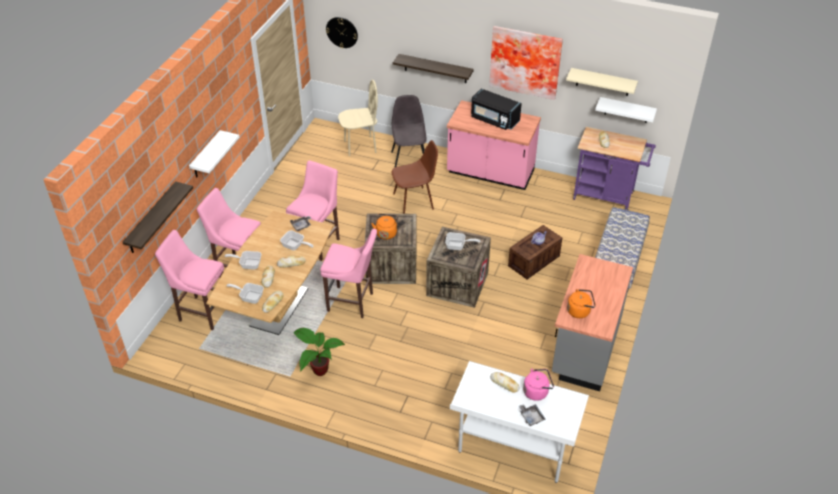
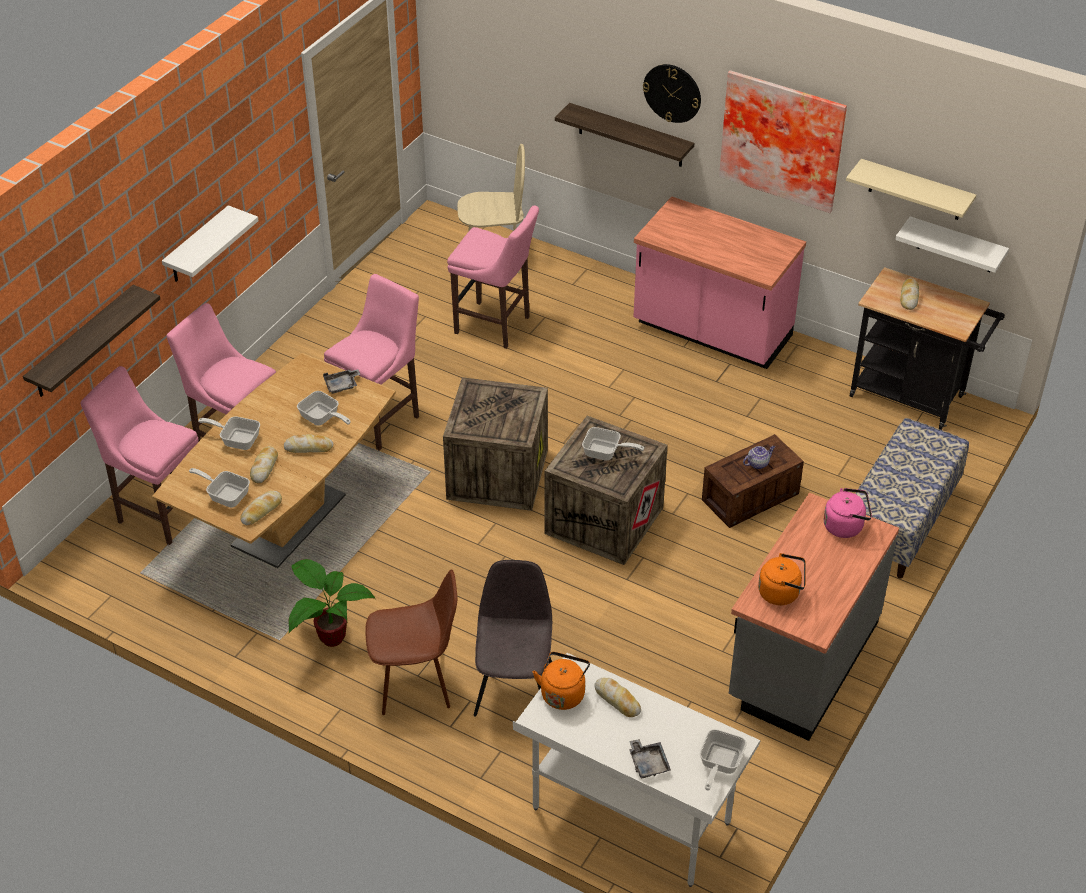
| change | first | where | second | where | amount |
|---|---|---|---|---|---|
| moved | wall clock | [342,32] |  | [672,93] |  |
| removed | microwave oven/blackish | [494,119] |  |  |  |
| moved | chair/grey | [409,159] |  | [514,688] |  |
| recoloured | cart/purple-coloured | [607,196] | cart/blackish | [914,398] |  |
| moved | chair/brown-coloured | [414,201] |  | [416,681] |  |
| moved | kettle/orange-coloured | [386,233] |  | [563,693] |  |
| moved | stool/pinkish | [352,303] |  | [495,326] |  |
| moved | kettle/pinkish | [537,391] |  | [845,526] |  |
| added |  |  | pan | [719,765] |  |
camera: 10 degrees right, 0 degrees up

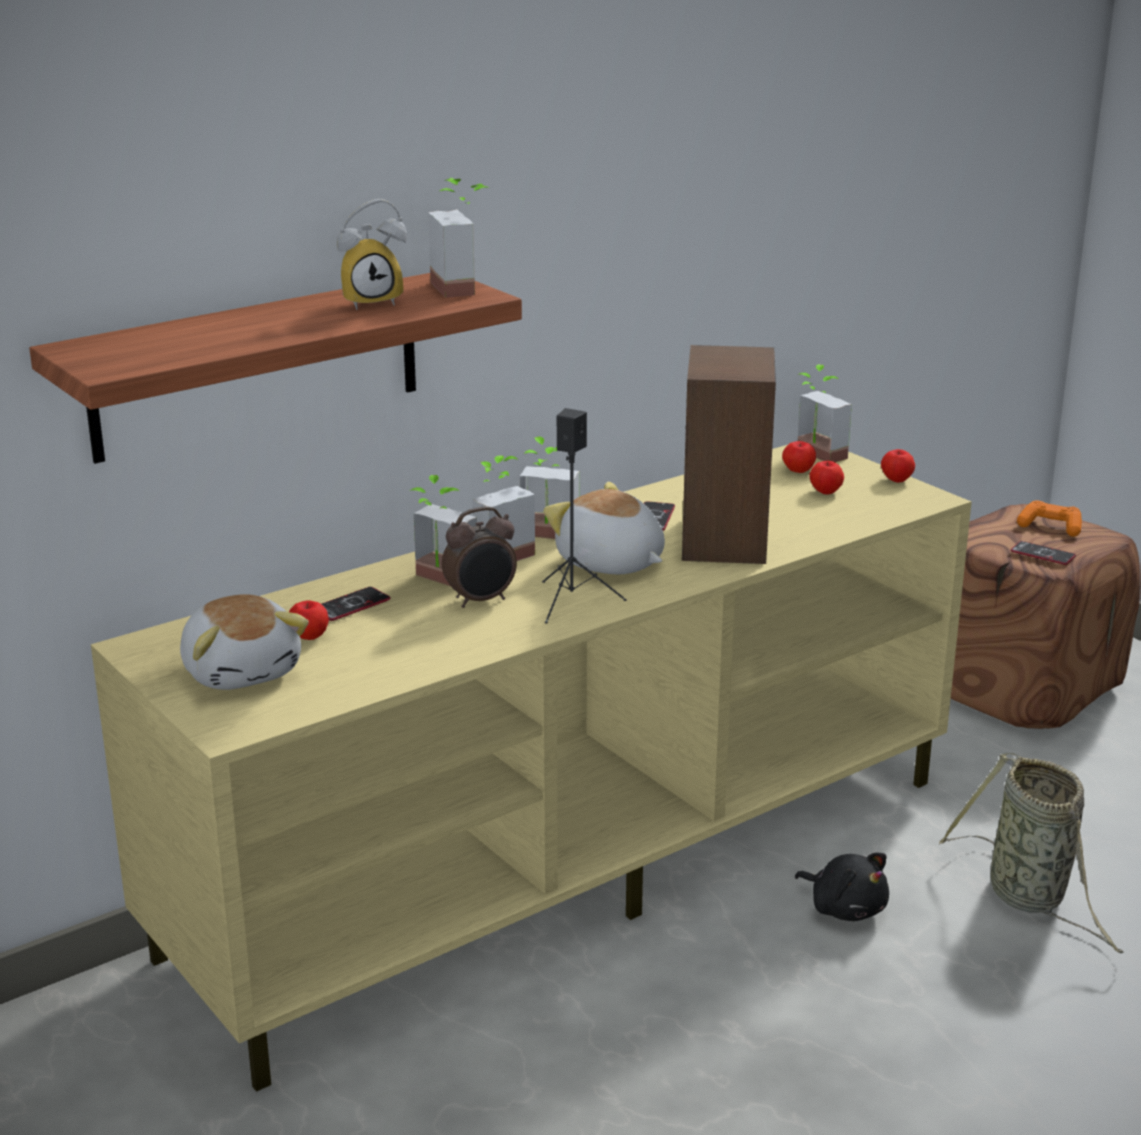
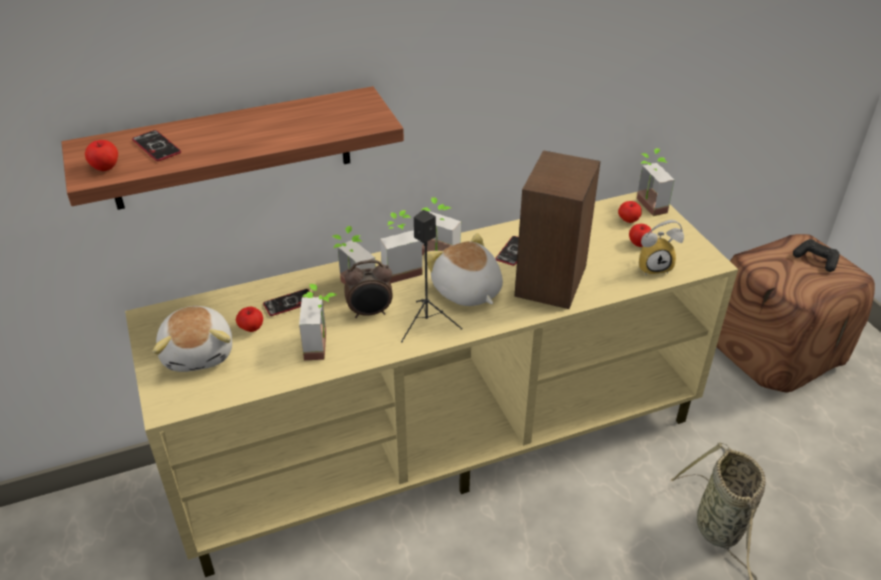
| change | first | where | second | where | amount |
|---|---|---|---|---|---|
| moved | plant in a pot | [465,287] |  | [324,345] |  |
| moved | alarm clock | [372,301] |  | [654,266] |  |
| moved | apple fruit | [896,480] |  | [105,167] |  |
| recoloured | game controller/orange-coloured | [1050,527] | game controller/blackish | [816,260] |  |
| moved | telephone | [1042,554] |  | [156,146] |  |
| removed | plush toy/blackish | [845,908] |  |  |  |
camera: 15 degrees right, 15 degrees up

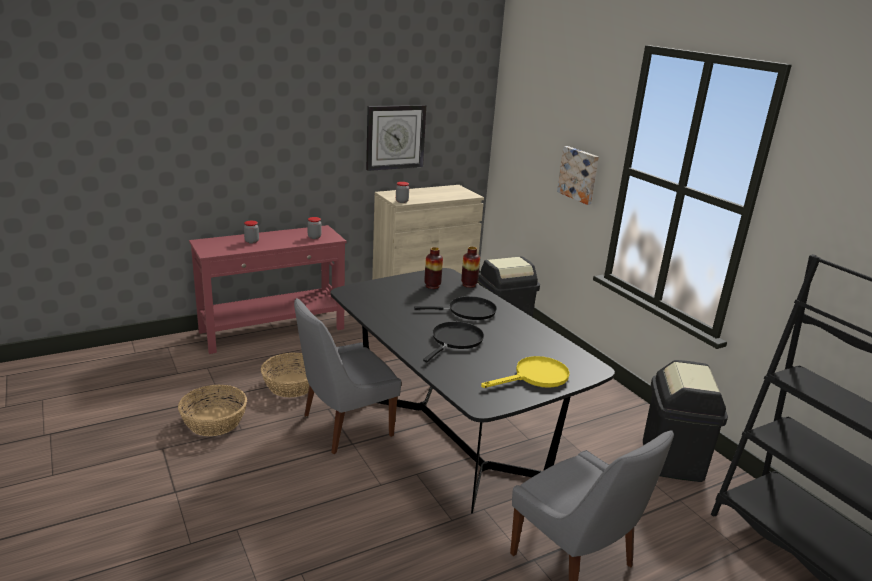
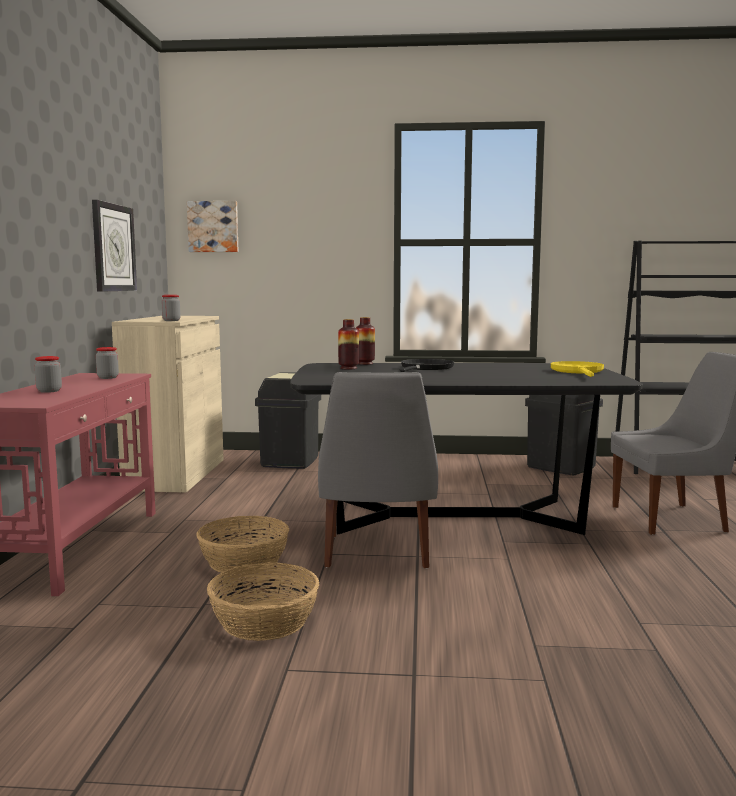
| change | first | where | second | where | amount |
|---|---|---|---|---|---|
| moved | picture | [579,174] |  | [213,227] |  |
| removed | pan/blackish | [455,340] |  |  |  |
camera: 55 degrees left, 15 degrees down

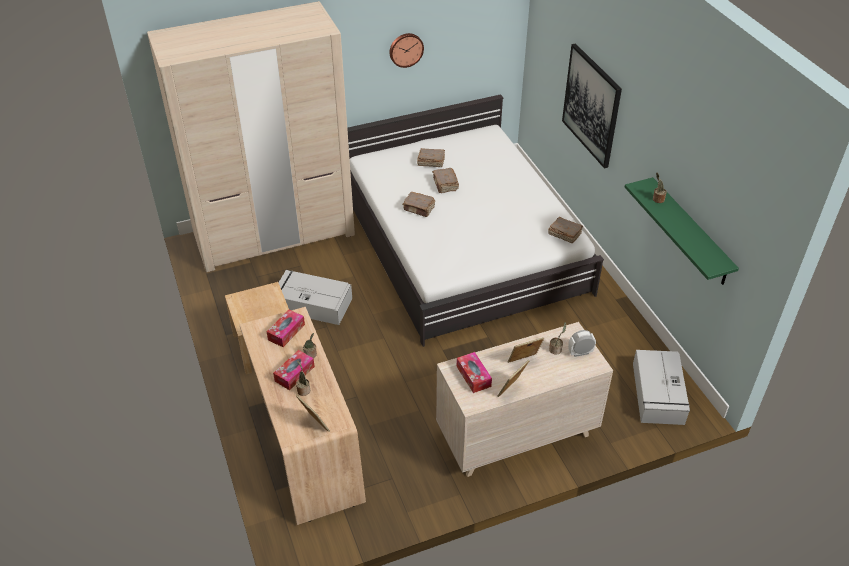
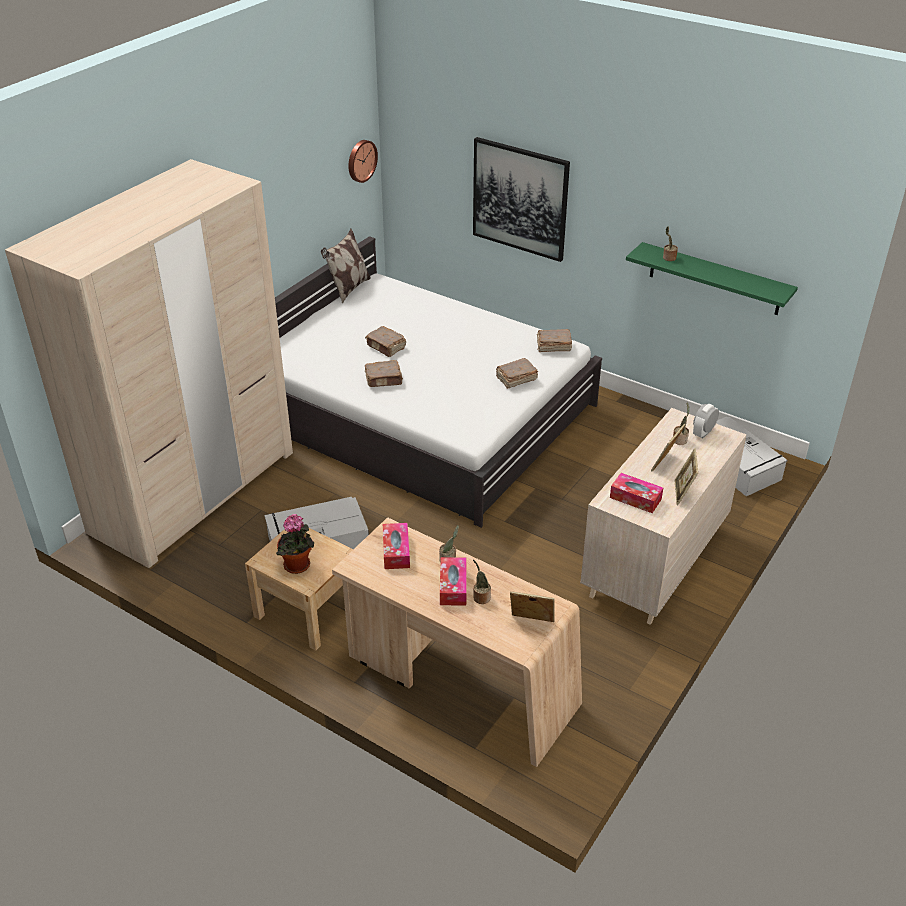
| change | first | where | second | where | amount |
|---|---|---|---|---|---|
| moved | wall clock | [406,49] |  | [361,160] |  |
| moved | book/brown-coloured | [430,162] |  | [516,379] |  |
| added |  |  | cushion | [348,289] |  |
| added |  |  | plant in a pot | [298,567] |  |
camera: 35 degrees left, 5 degrees down

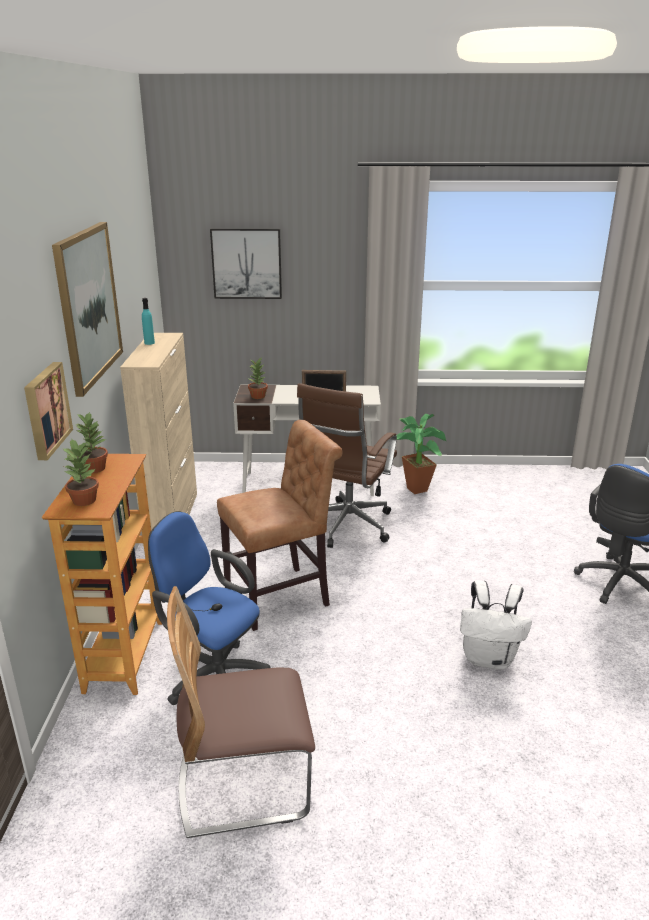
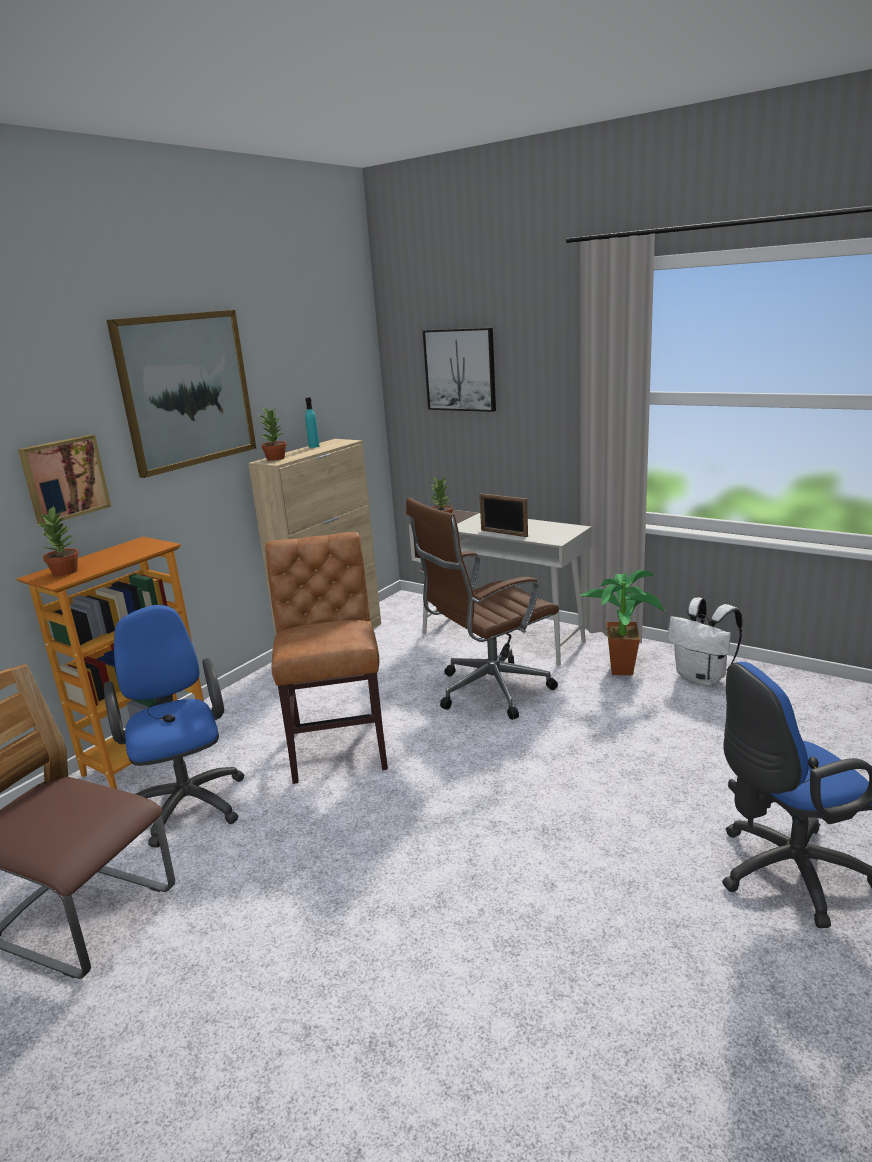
| change | first | where | second | where | amount |
|---|---|---|---|---|---|
| moved | plant in a pot | [94,468] |  | [276,458] |  |
| turned | chair/brown-coloured | [282,596] |  | [338,744] | 105 degrees counterclockwise |
| moved | knapsack/whitish | [489,658] |  | [702,678] |  |
camera: 35 degrees right, 5 degrees down

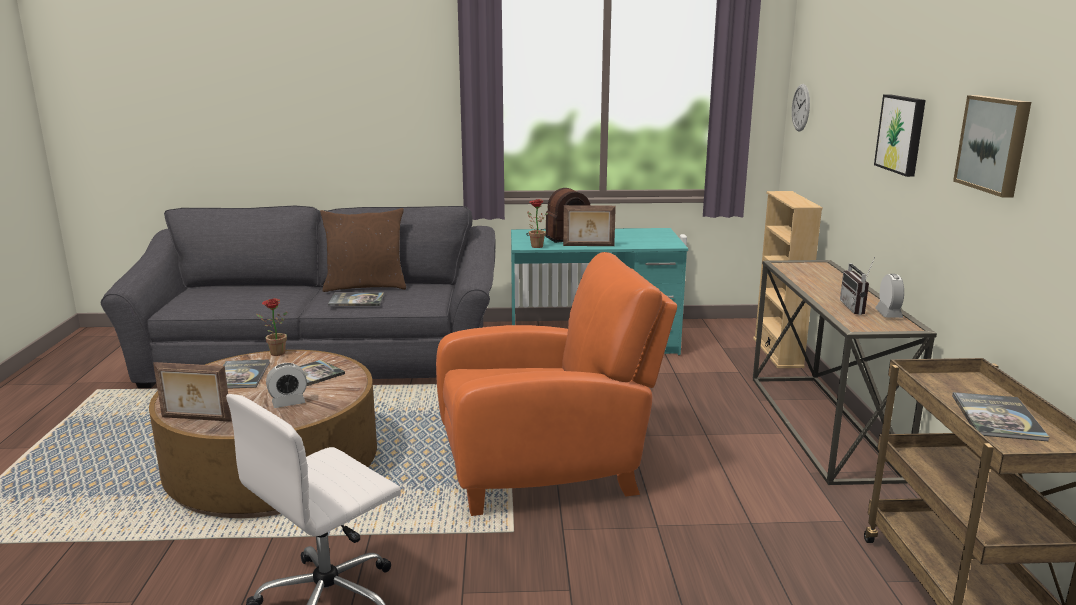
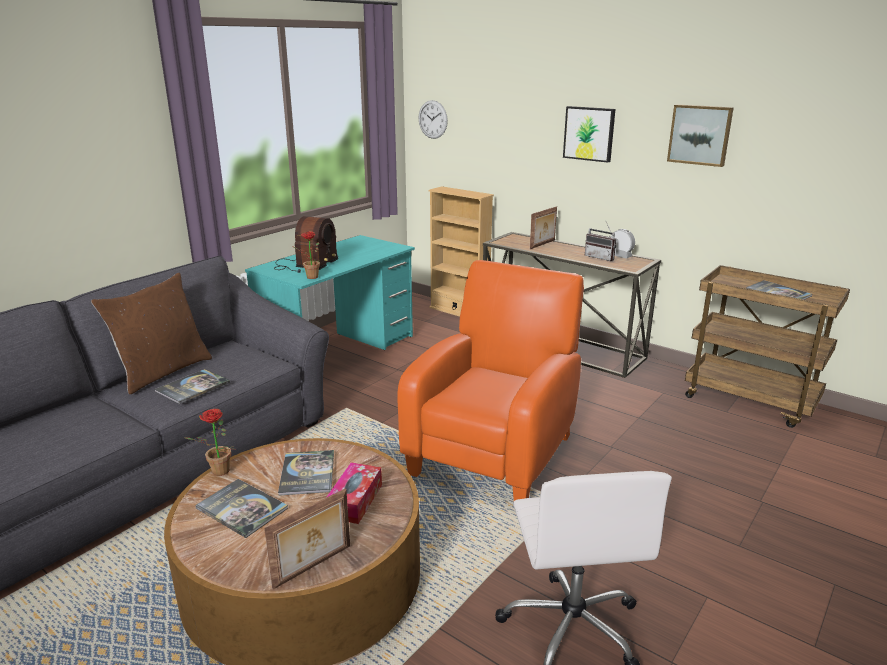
| change | first | where | second | where | amount |
|---|---|---|---|---|---|
| moved | picture frame | [588,246] |  | [543,244] |  |
| replaced | alarm clock | [288,403] | box of tissues | [355,500] |  |
camera: 50 degrees left, 5 degrees up

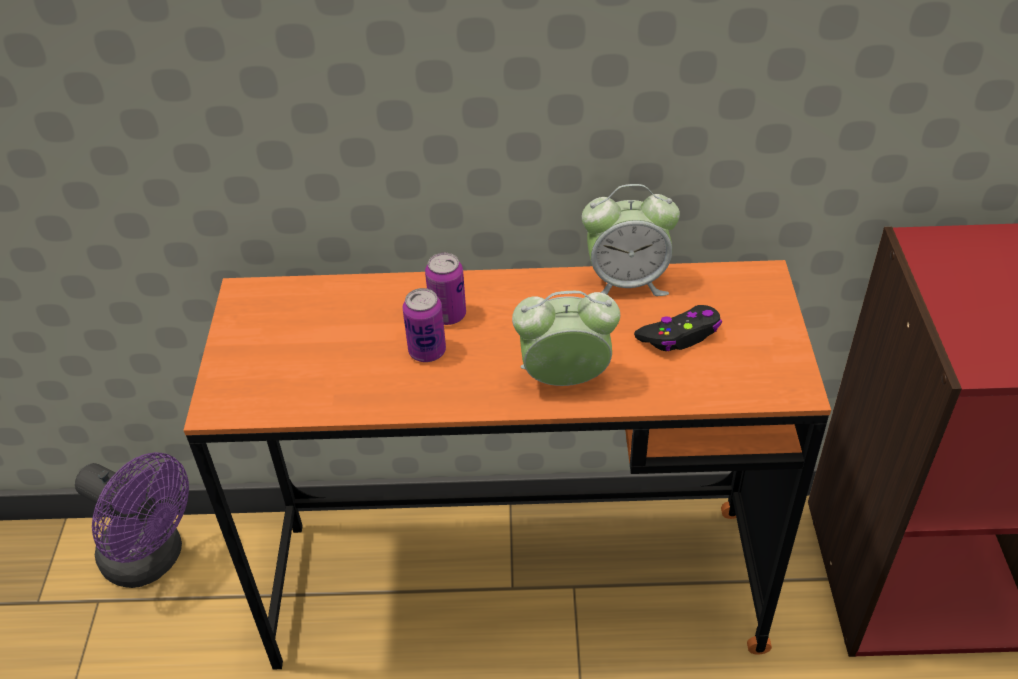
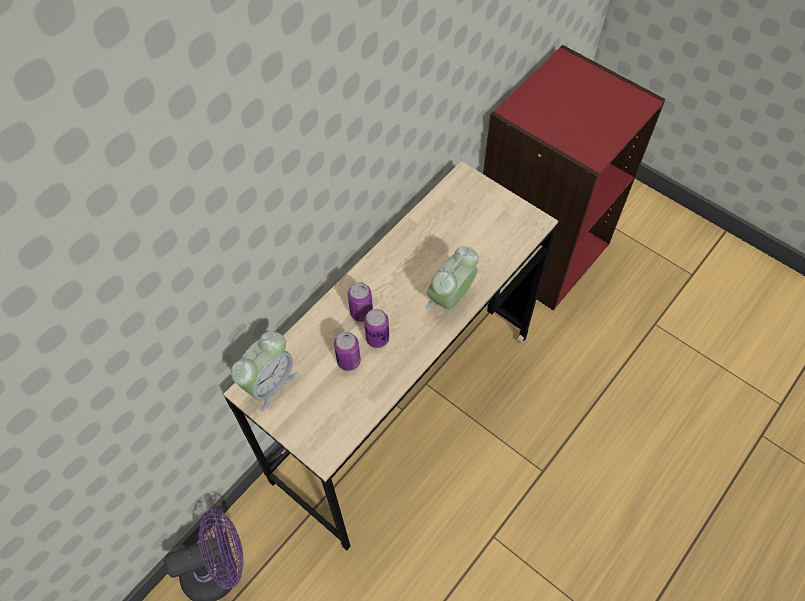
| change | first | where | second | where | amount |
|---|---|---|---|---|---|
| moved | alarm clock | [626,282] |  | [269,383] |  |
| recoloured | desk table/orange-coloured | [516,586] | desk table/beige-coloured | [403,407] |  |
| removed | game controller/blackish | [680,335] |  |  |  |
| added |  |  | metal can | [348,361] |  |
camera: 50 degrees left, 15 degrees up

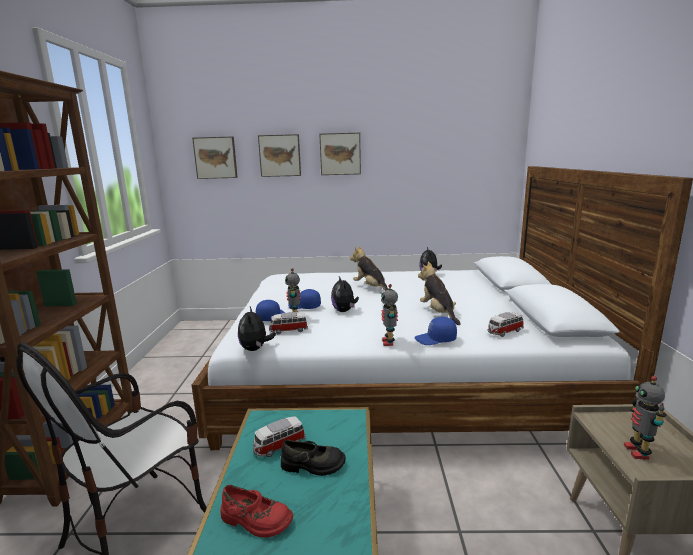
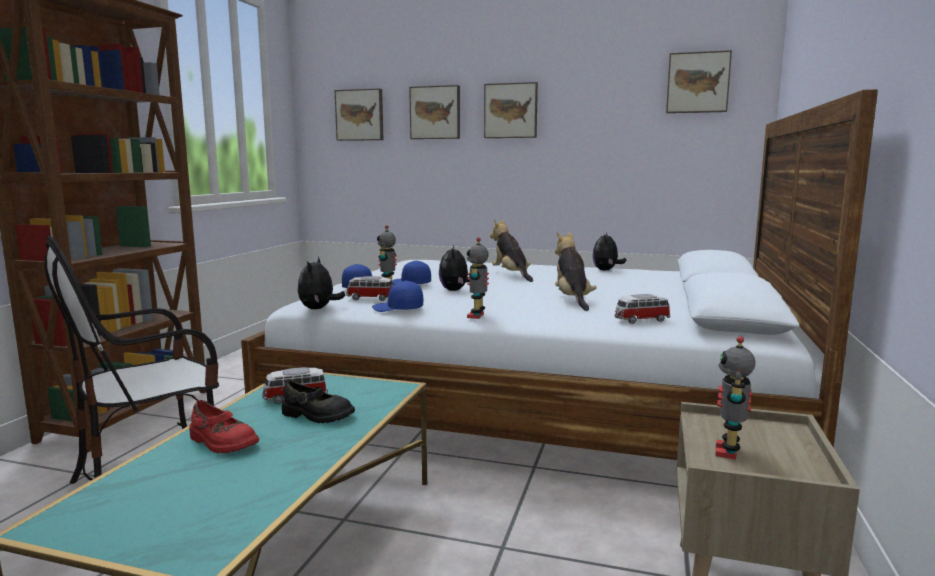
| change | first | where | second | where | amount |
|---|---|---|---|---|---|
| moved | baseball cap/bluish | [435,339] |  | [398,309] |  |
| added |  |  | picture | [697,83] |  |
camera: 15 degrees right, 5 degrees down

